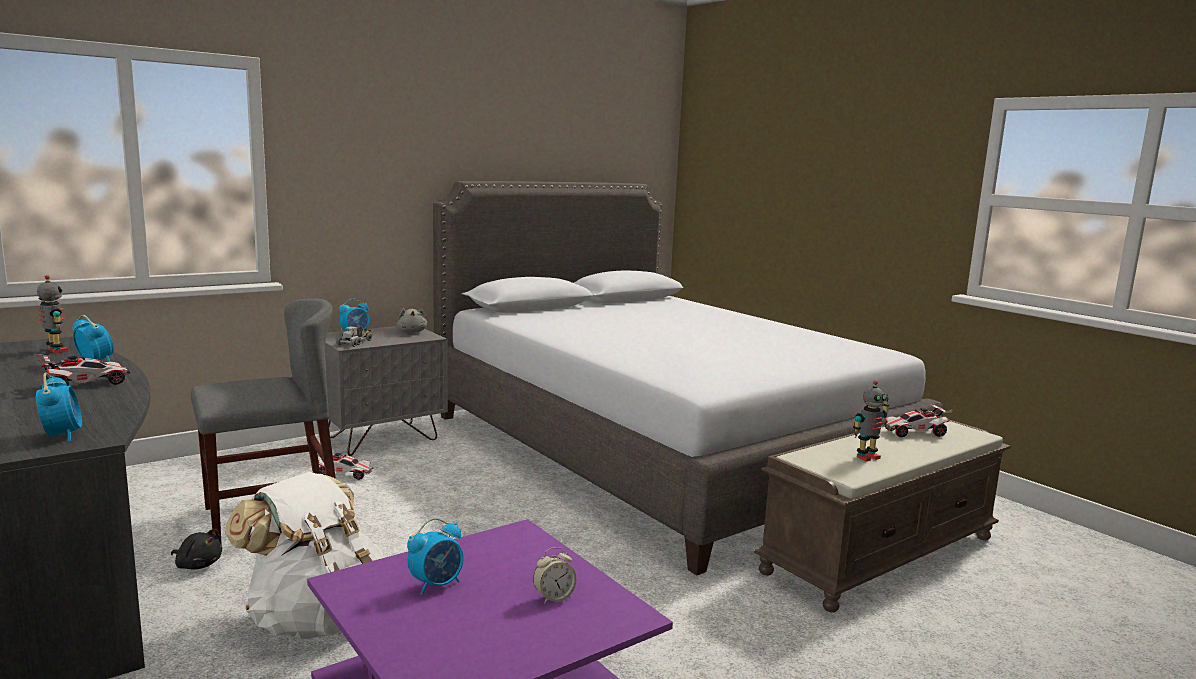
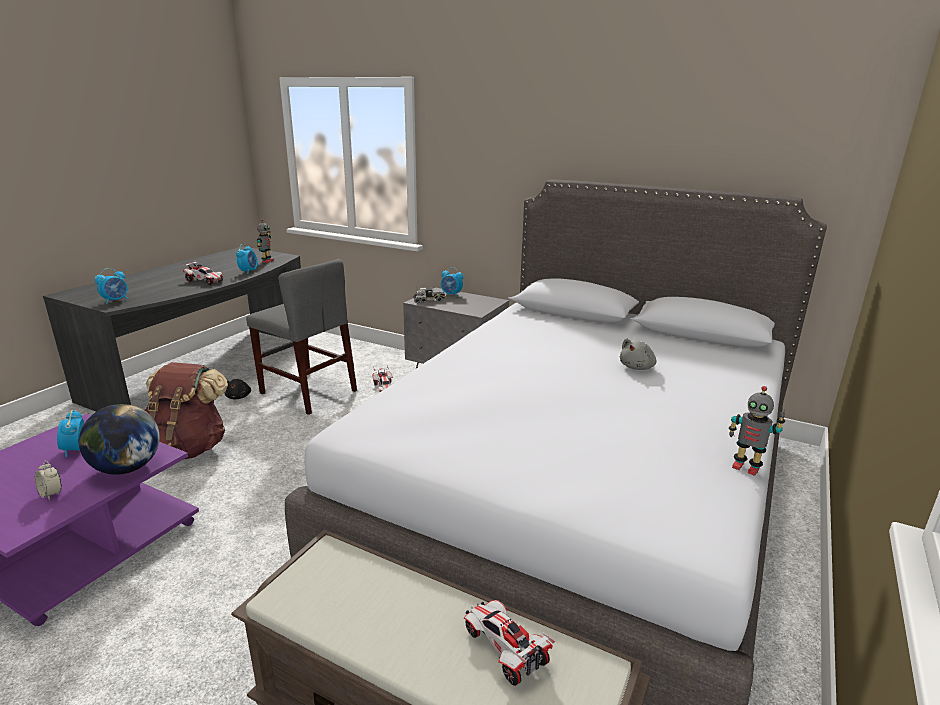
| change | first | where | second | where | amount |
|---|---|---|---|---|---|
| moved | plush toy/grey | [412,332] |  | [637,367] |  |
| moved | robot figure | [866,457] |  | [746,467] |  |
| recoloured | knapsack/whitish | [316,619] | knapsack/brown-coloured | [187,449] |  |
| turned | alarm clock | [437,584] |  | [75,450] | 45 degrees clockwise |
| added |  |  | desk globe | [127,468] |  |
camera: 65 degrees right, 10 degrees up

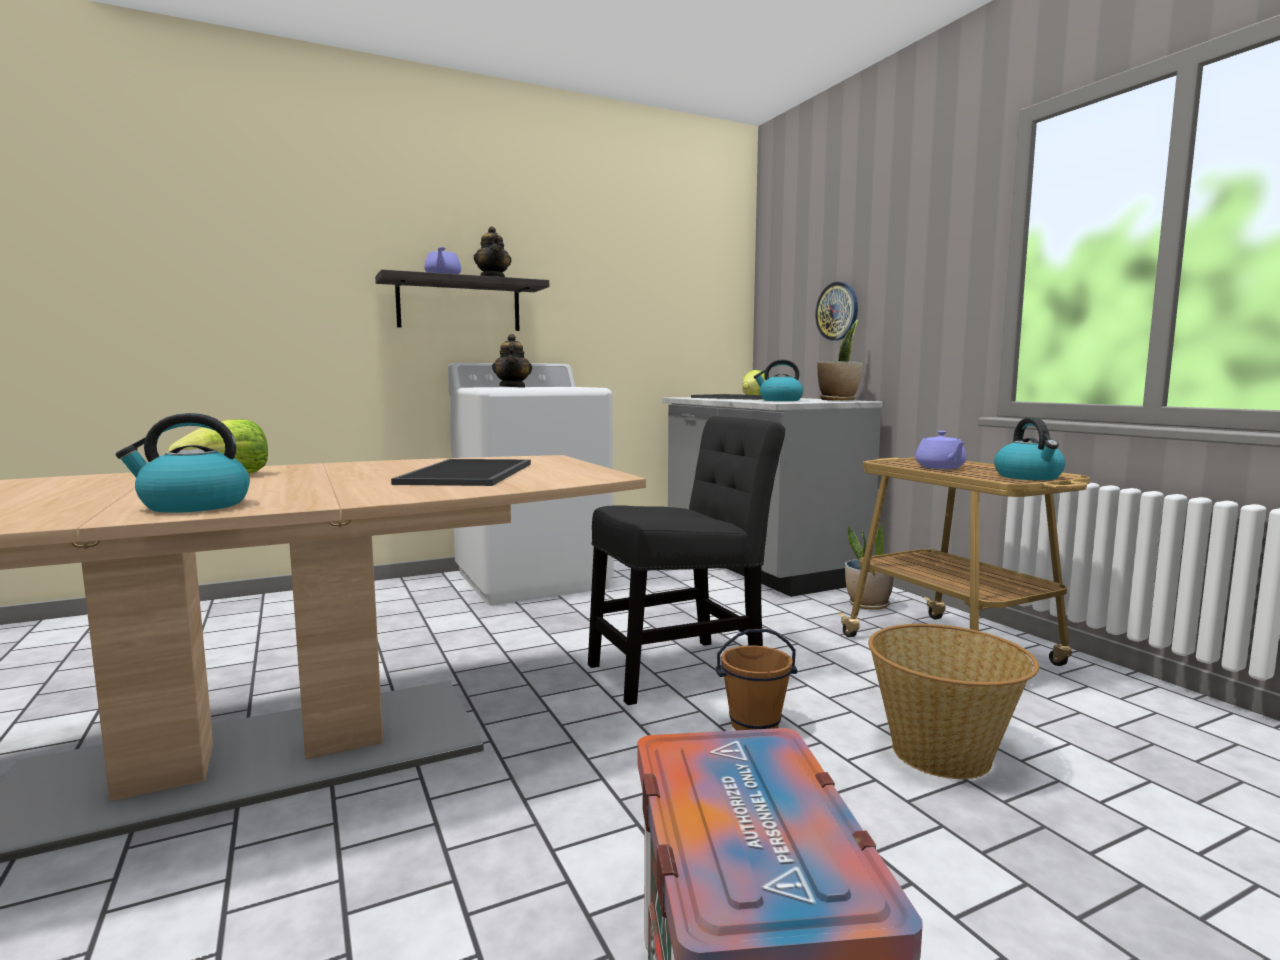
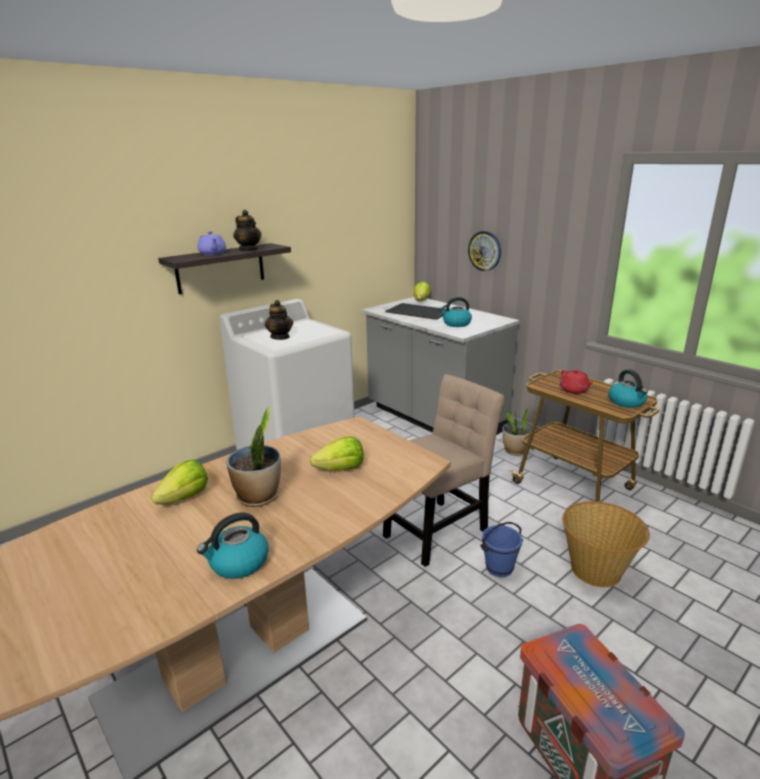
| change | first | where | second | where | amount |
|---|---|---|---|---|---|
| moved | plant in a pot | [838,400] |  | [258,496] |  |
| recoloured | chair/blackish | [682,669] | chair/beige-coloured | [439,530] |  |
| recoloured | tea pot/purple-coloured | [940,468] | tea pot/reddish | [574,390] |  |
| replaced | carrying tray | [470,473] | head of lettuce | [341,469] |  |
| recoloured | pail/brown-coloured | [754,724] | pail/bluish | [499,568] |  |
camera: 15 degrees left, 15 degrees up

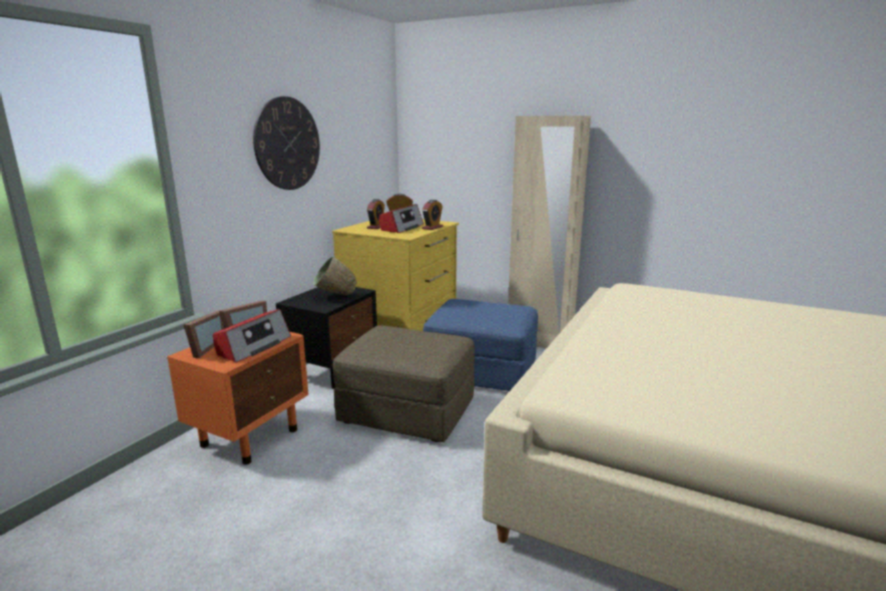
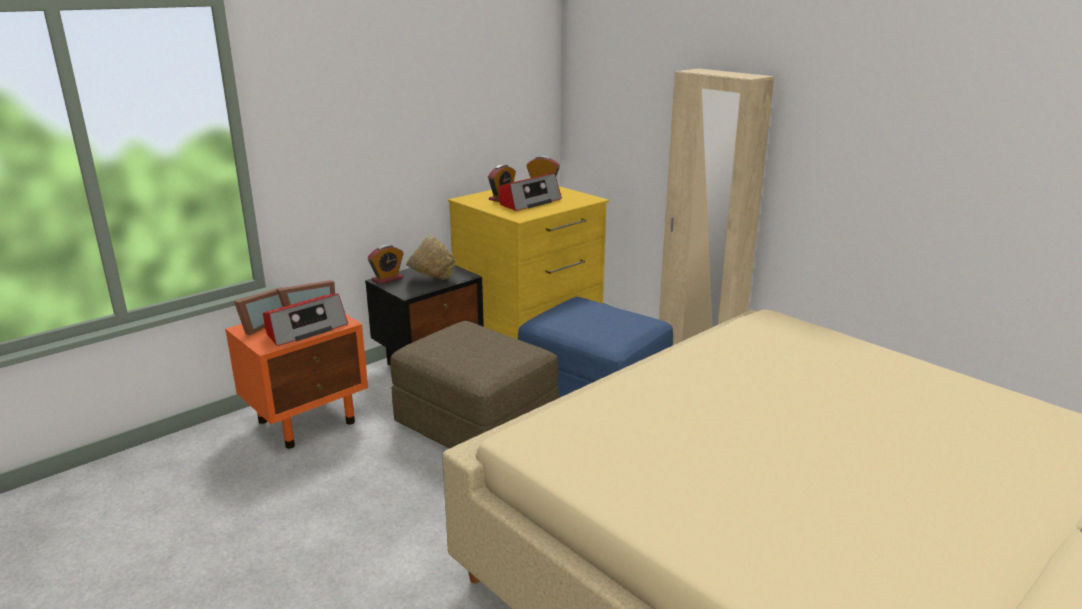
| change | first | where | second | where | amount |
|---|---|---|---|---|---|
| removed | wall clock | [287,144] |  |  |  |
| moved | alarm clock | [432,227] |  | [387,279] |  |
camera: 20 degrees right, 5 degrees up

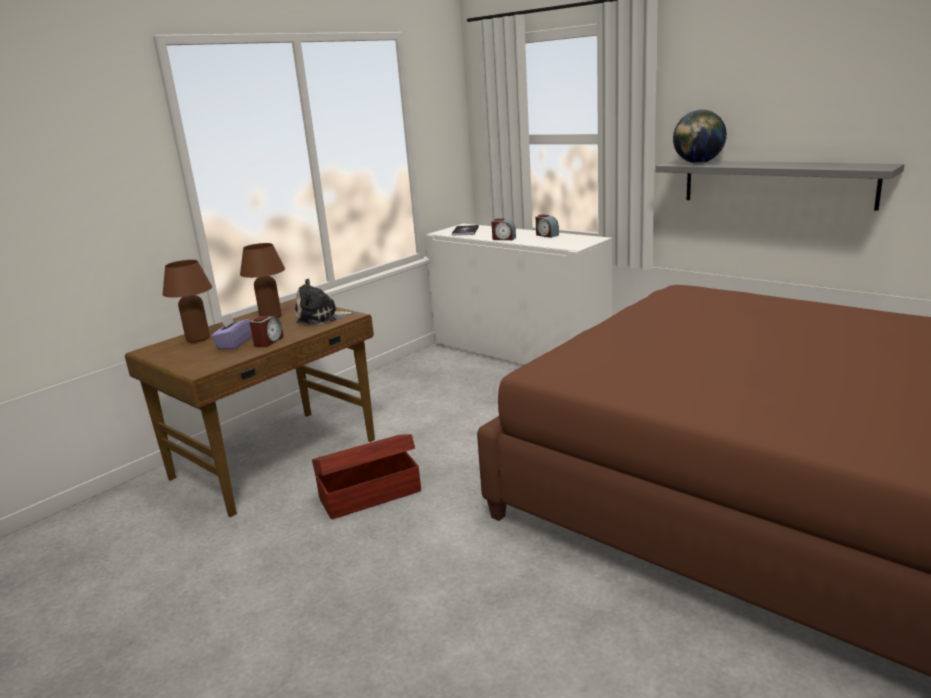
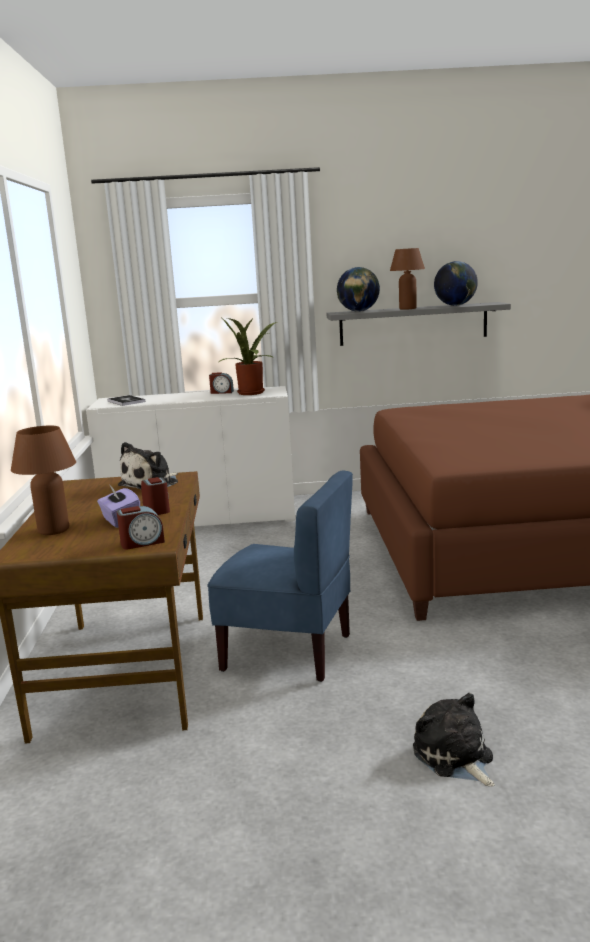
| change | first | where | second | where | amount |
|---|---|---|---|---|---|
| moved | alarm clock | [503,239] |  | [142,543] |  |
| moved | table lamp/brown-coloured | [270,317] |  | [407,308] |  |
| replaced | storage box/brown-coloured | [368,494] | chair/bluish | [288,651] |  |
| added |  |  | desk globe | [455,305] |  |
| added |  |  | plant in a pot | [252,393] |  |
| added |  |  | plush toy | [455,757] |  |
camera: 45 degrees left, 5 degrees down

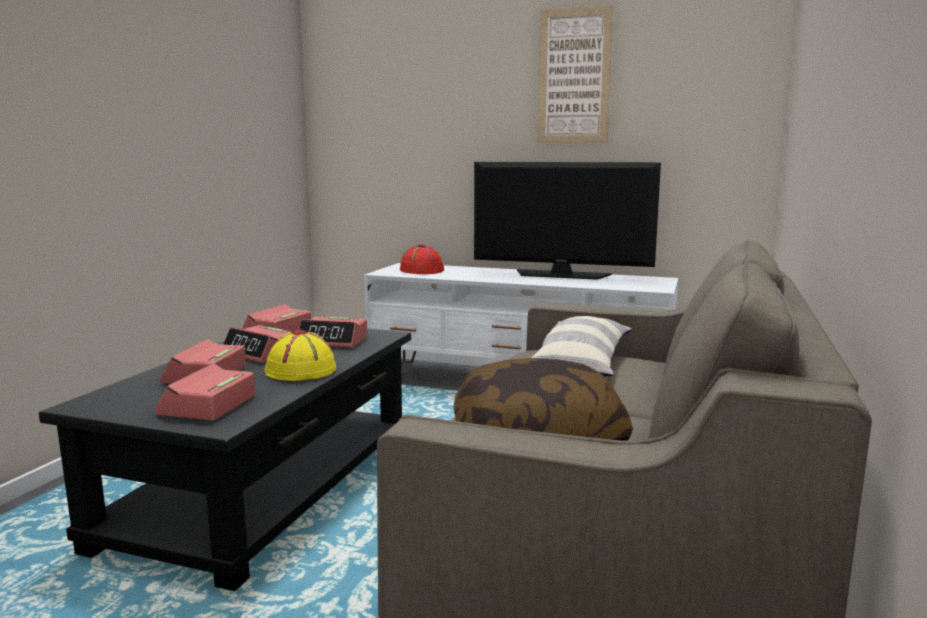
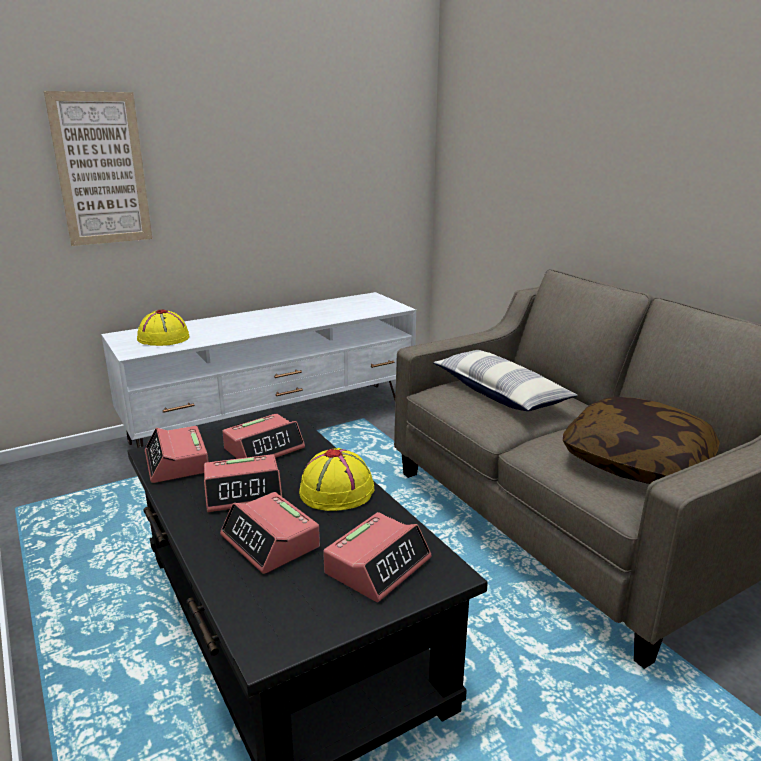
| change | first | where | second | where | amount |
|---|---|---|---|---|---|
| moved | picture | [574,76] |  | [101,169] |  |
| removed | television | [561,275] |  |  |  |
| recoloured | wearable hat/reddish | [421,270] | wearable hat/yellowish | [163,338] |  |
| turned | alarm clock | [208,405] |  | [378,566] | 105 degrees counterclockwise |
camera: 50 degrees left, 10 degrees up

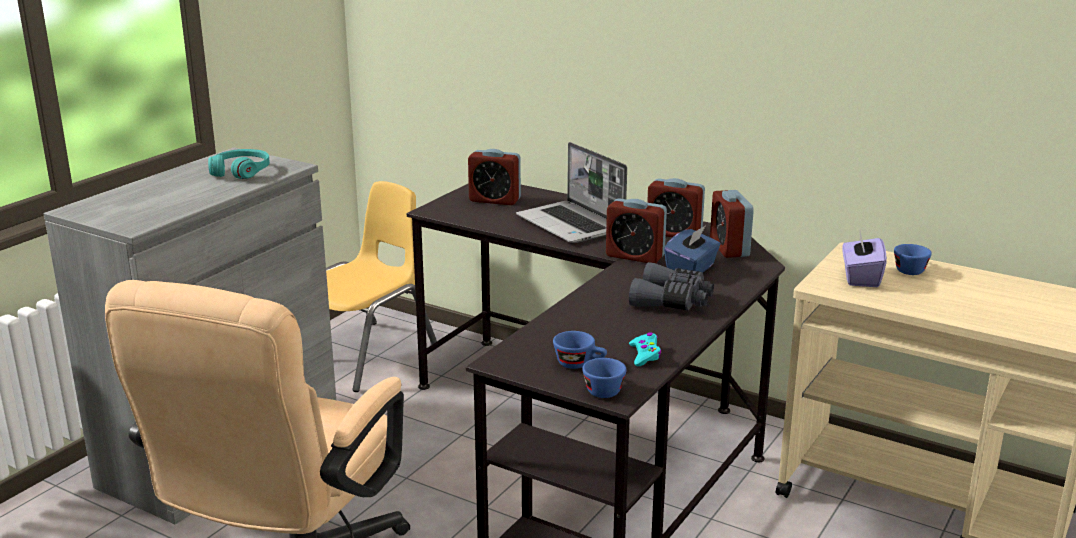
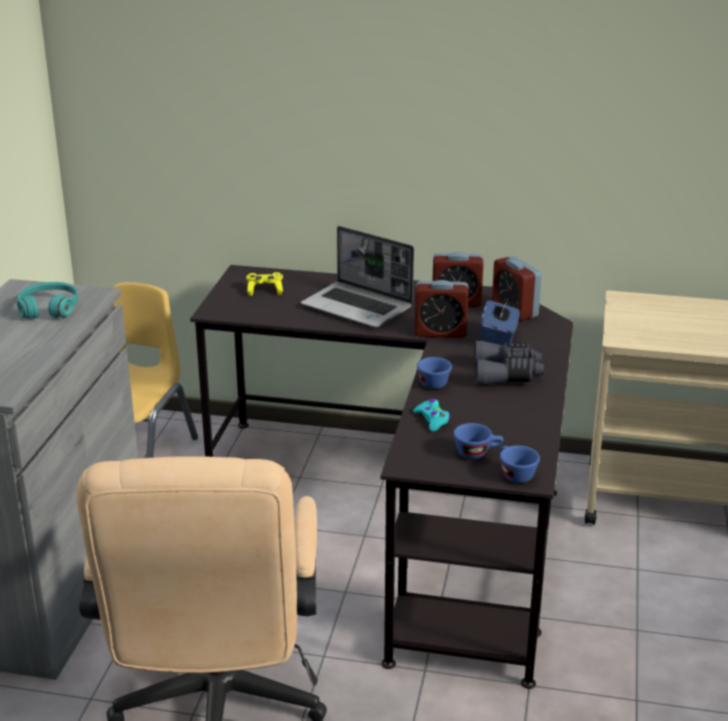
| change | first | where | second | where | amount |
|---|---|---|---|---|---|
| replaced | alarm clock | [494,200] | game controller/yellowish | [265,290] |  |
| removed | box of tissues/purple-coloured | [860,277] |  |  |  |
| moved | cup/bluish | [908,269] |  | [432,382] |  |
| moved | game controller/turquoise-coloured | [645,355] |  | [432,420] |  |
camera: 20 degrees left, 5 degrees up

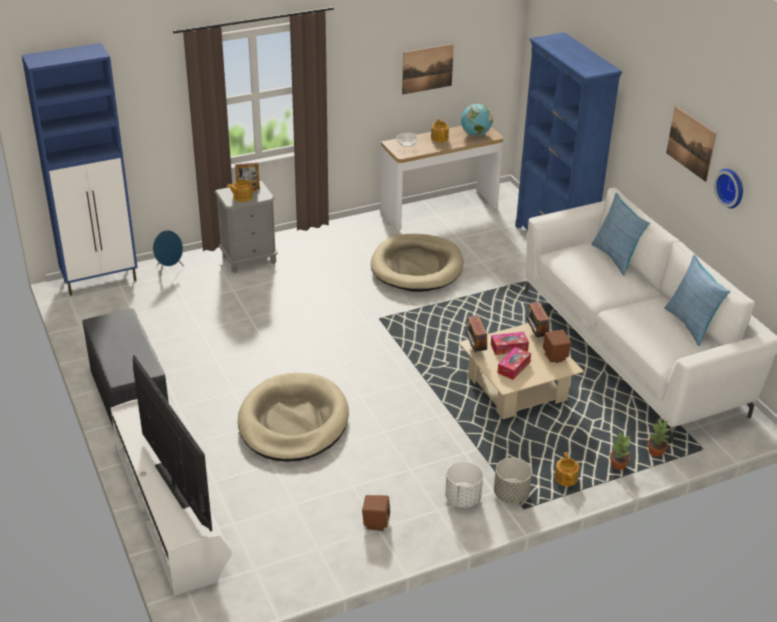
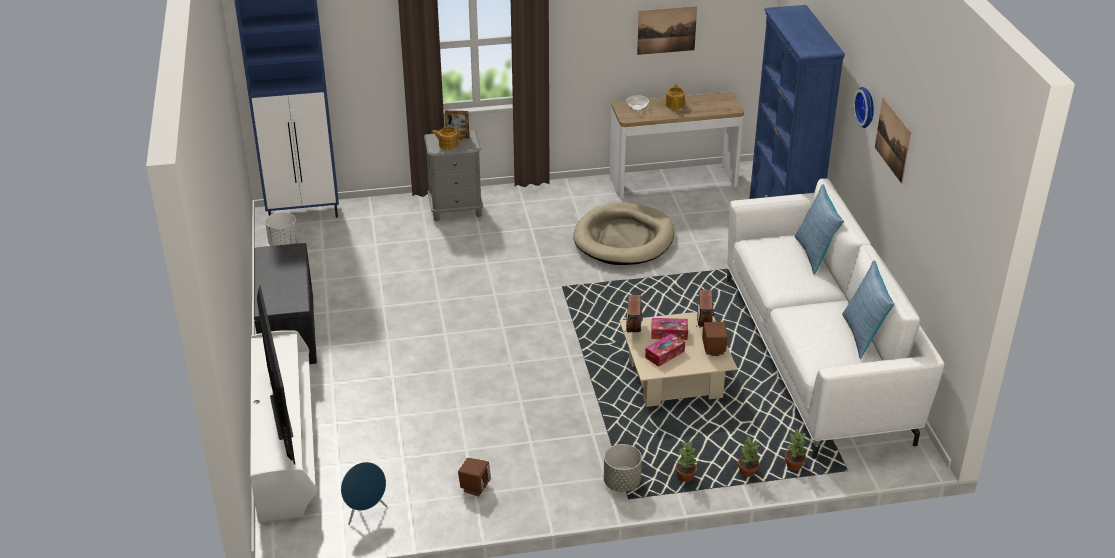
| change | first | where | second | where | amount |
|---|---|---|---|---|---|
| removed | desk globe | [475,134] |  |  |  |
| moved | wall clock | [731,187] |  | [867,107] |  |
| moved | loudspeaker/bluish | [169,271] |  | [365,513] |  |
| removed | pet bed/beige-coloured | [293,422] |  |  |  |
| replaced | tea pot | [565,479] | plant in a pot | [685,476] |  |
| moved | plant pot/whitish | [462,499] |  | [283,244] |  |
camera: 15 degrees right, 0 degrees up

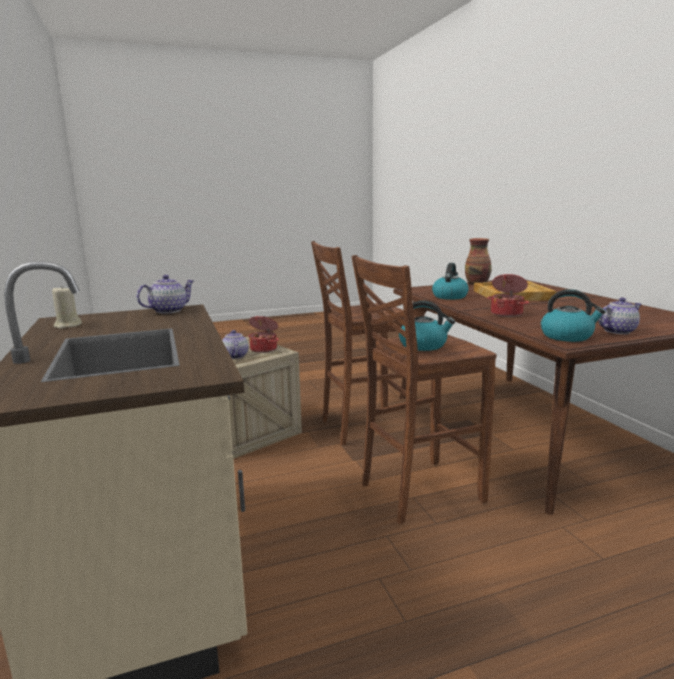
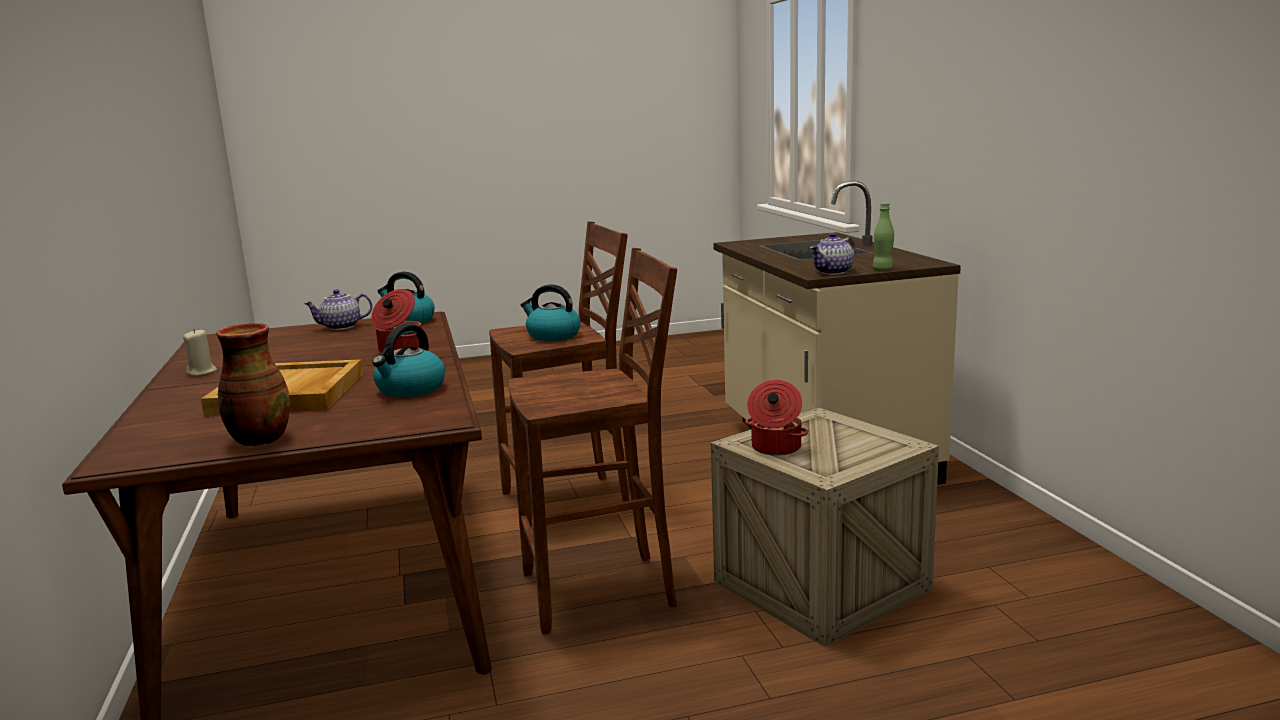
| change | first | where | second | where | amount |
|---|---|---|---|---|---|
| moved | wax light/beige-coloured | [67,325] |  | [202,372] |  |
| removed | tea pot | [234,356] |  |  |  |
| added |  |  | beverage bottle/greenish | [882,269] |  |
camera: 175 degrees left, 0 degrees up

